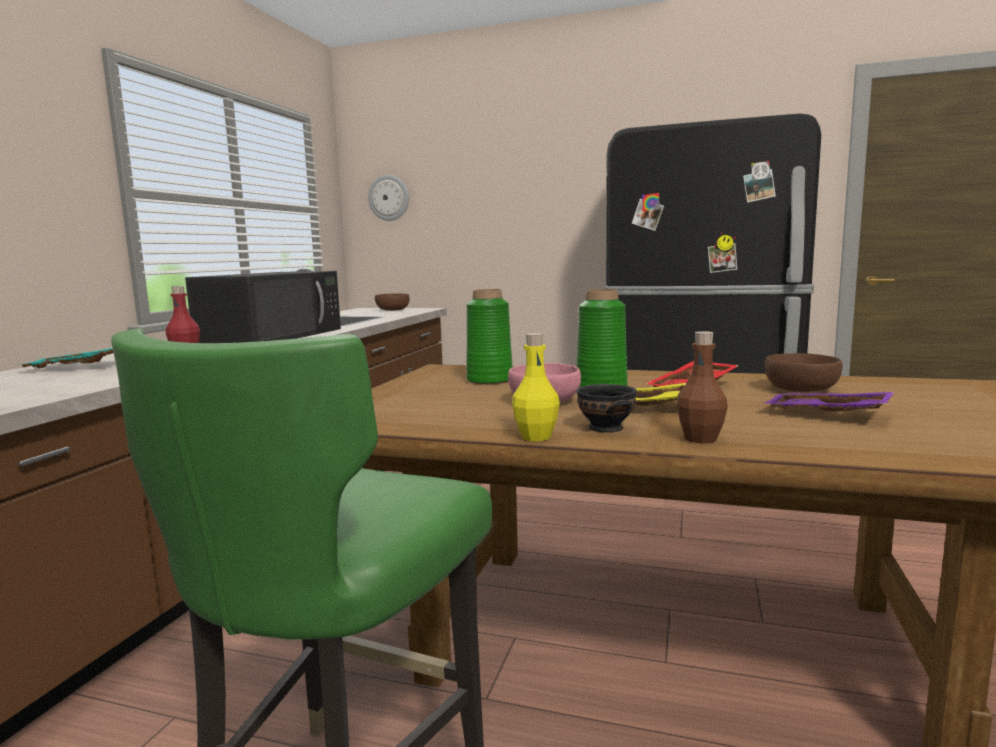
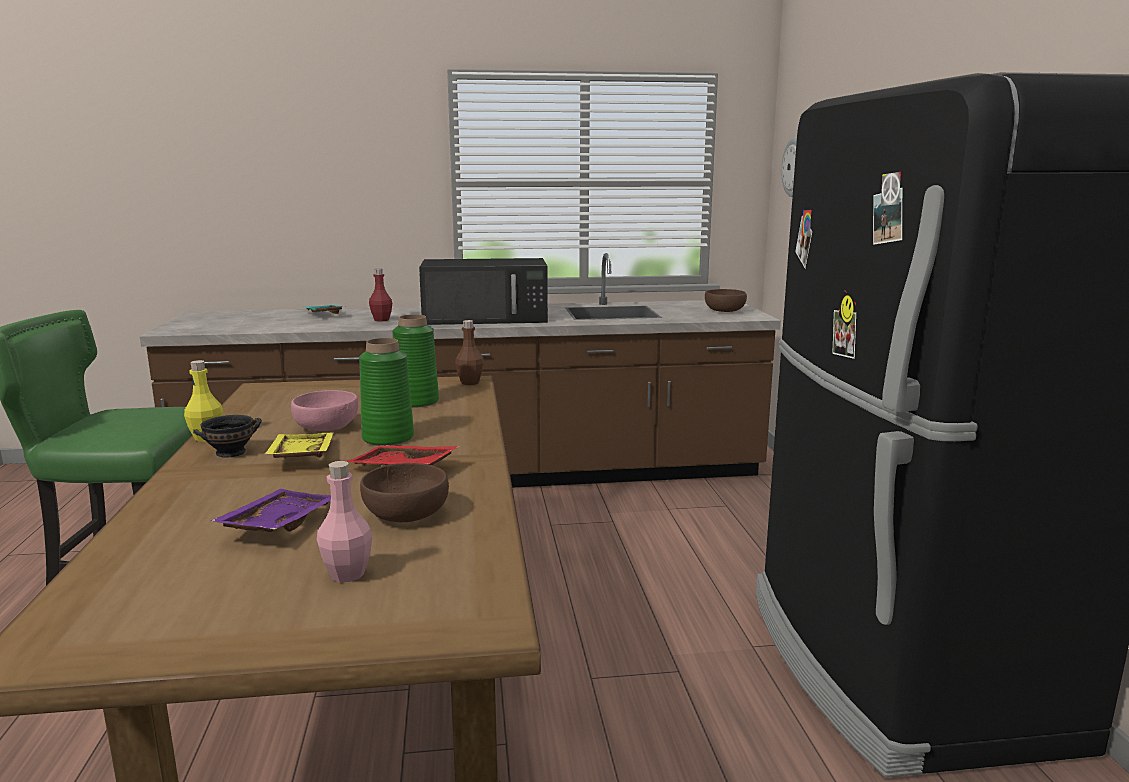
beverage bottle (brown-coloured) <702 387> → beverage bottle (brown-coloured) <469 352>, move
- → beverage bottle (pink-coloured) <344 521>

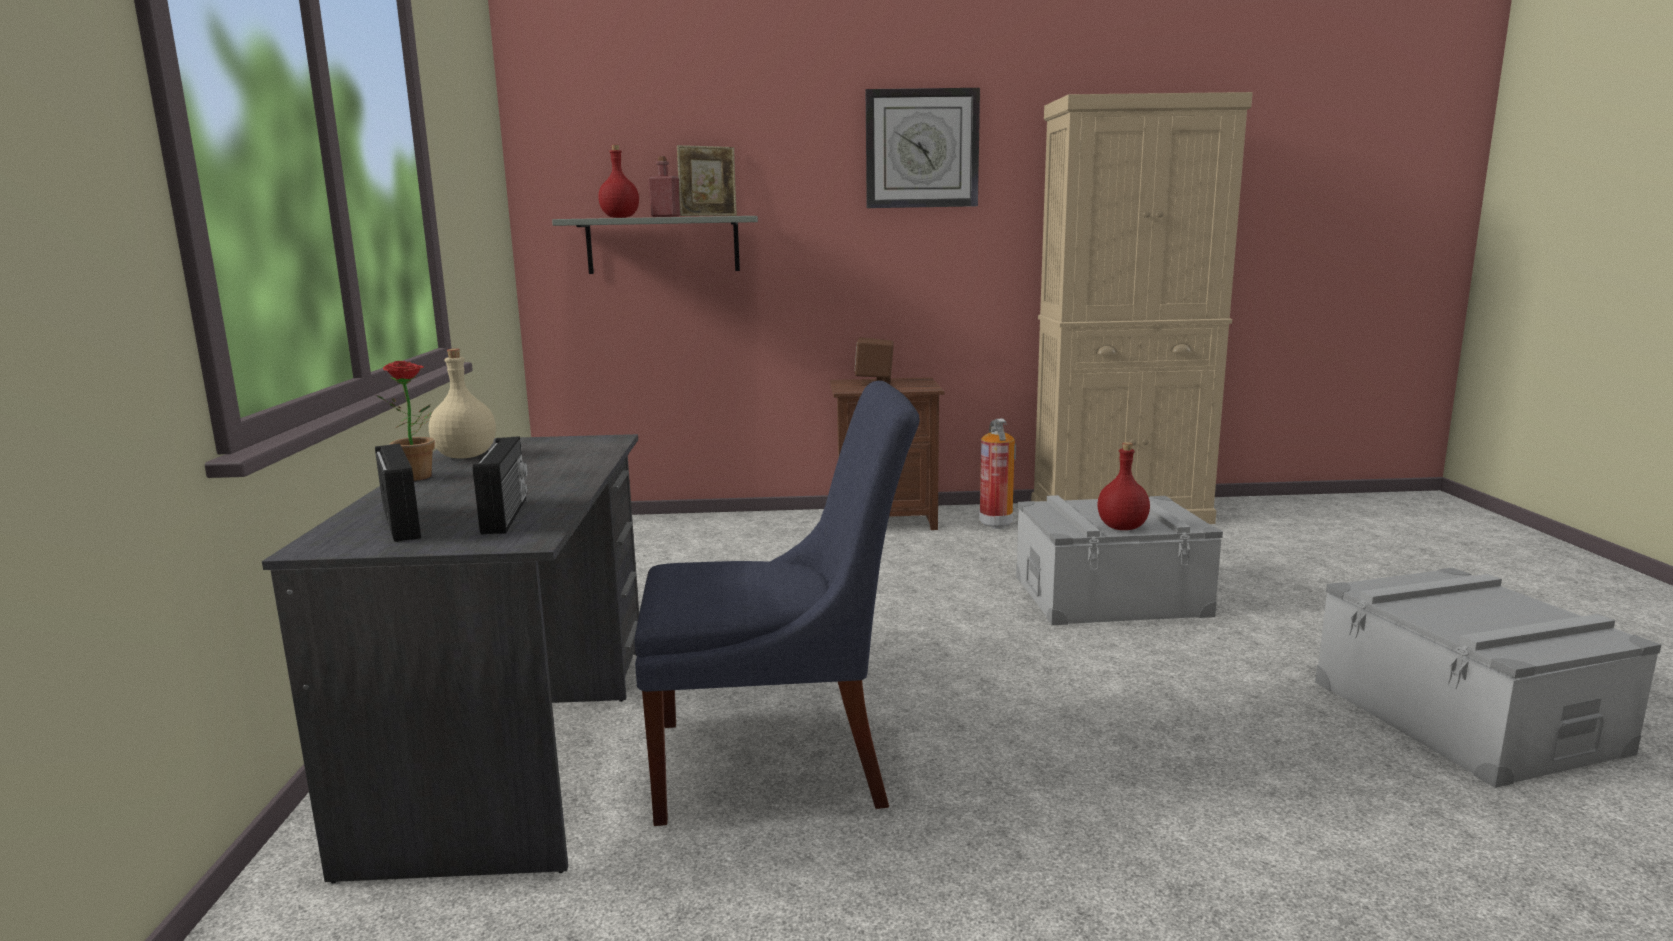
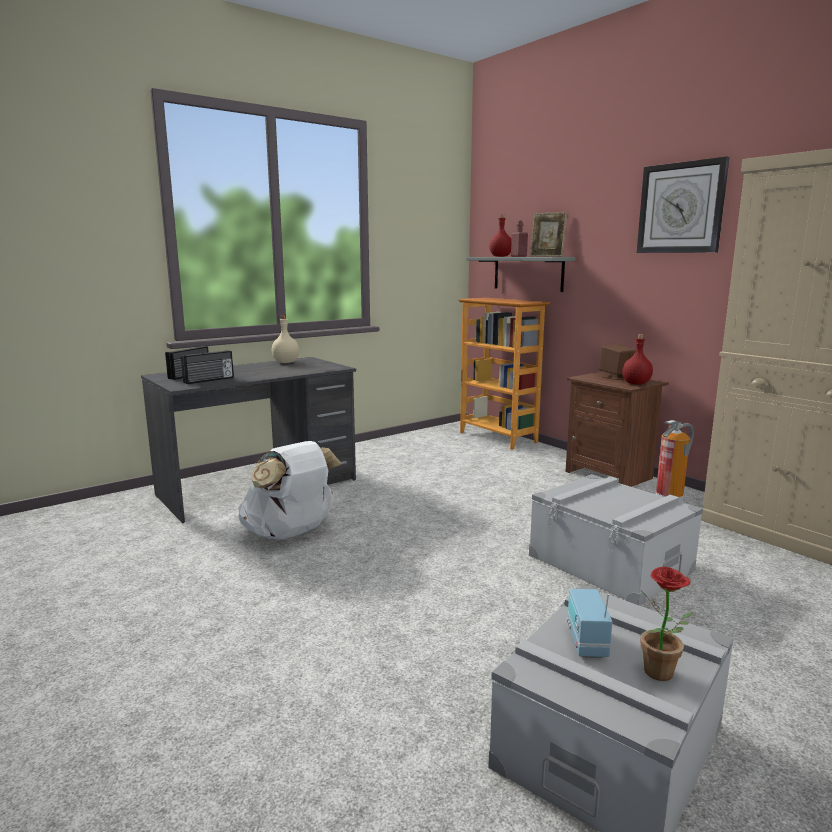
plant in a pot <405 421> → plant in a pot <666 624>, move
chair (blue) <777 603> → knapsack (whitish) <290 490>
beverage bottle (reddish) <1123 486> → beverage bottle (reddish) <637 359>, move
- → bookcase <504 374>
- → radio receiver <589 623>

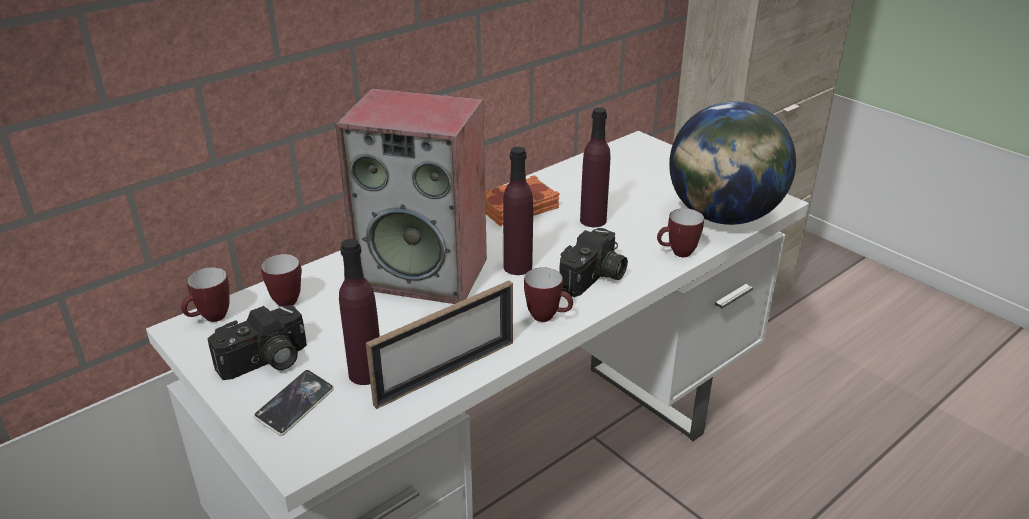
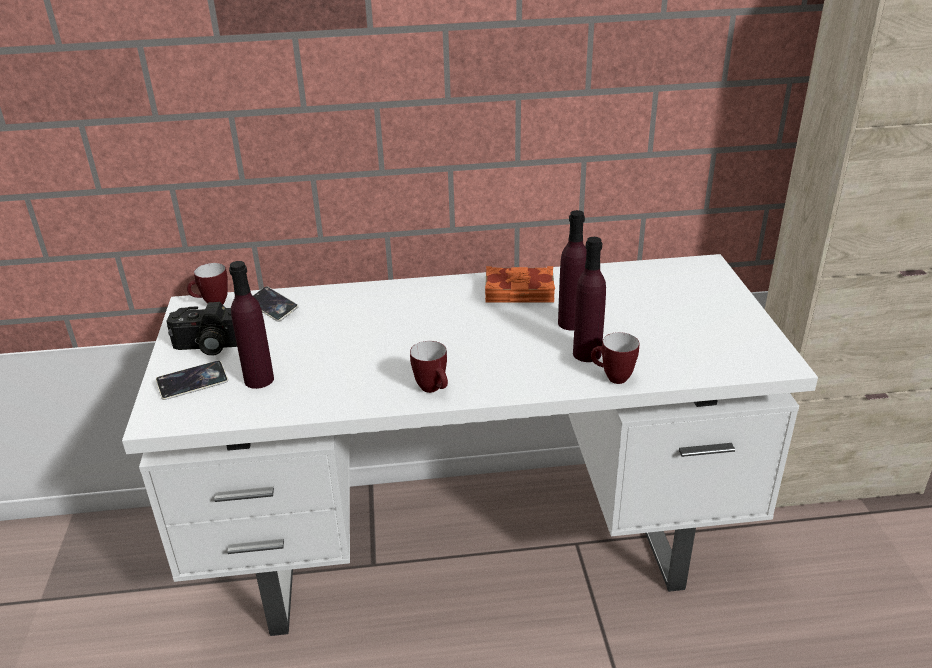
audio speaker <411 196> → -
world globe <732 163> → -
beverage bottle (purplish) <518 211> → beverage bottle (purplish) <589 299>, move
still camera <593 262> → -
mug <281 280> → phone <276 304>
photo frame <439 345> → -

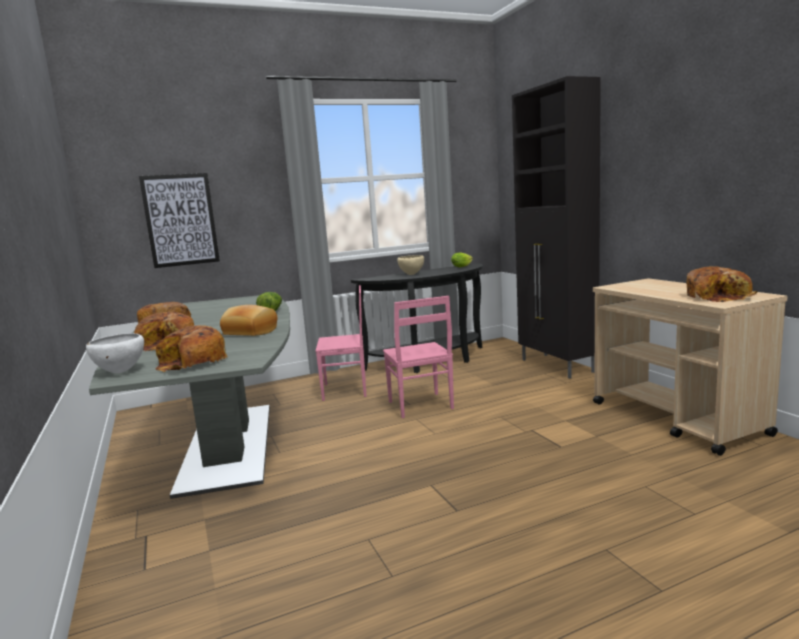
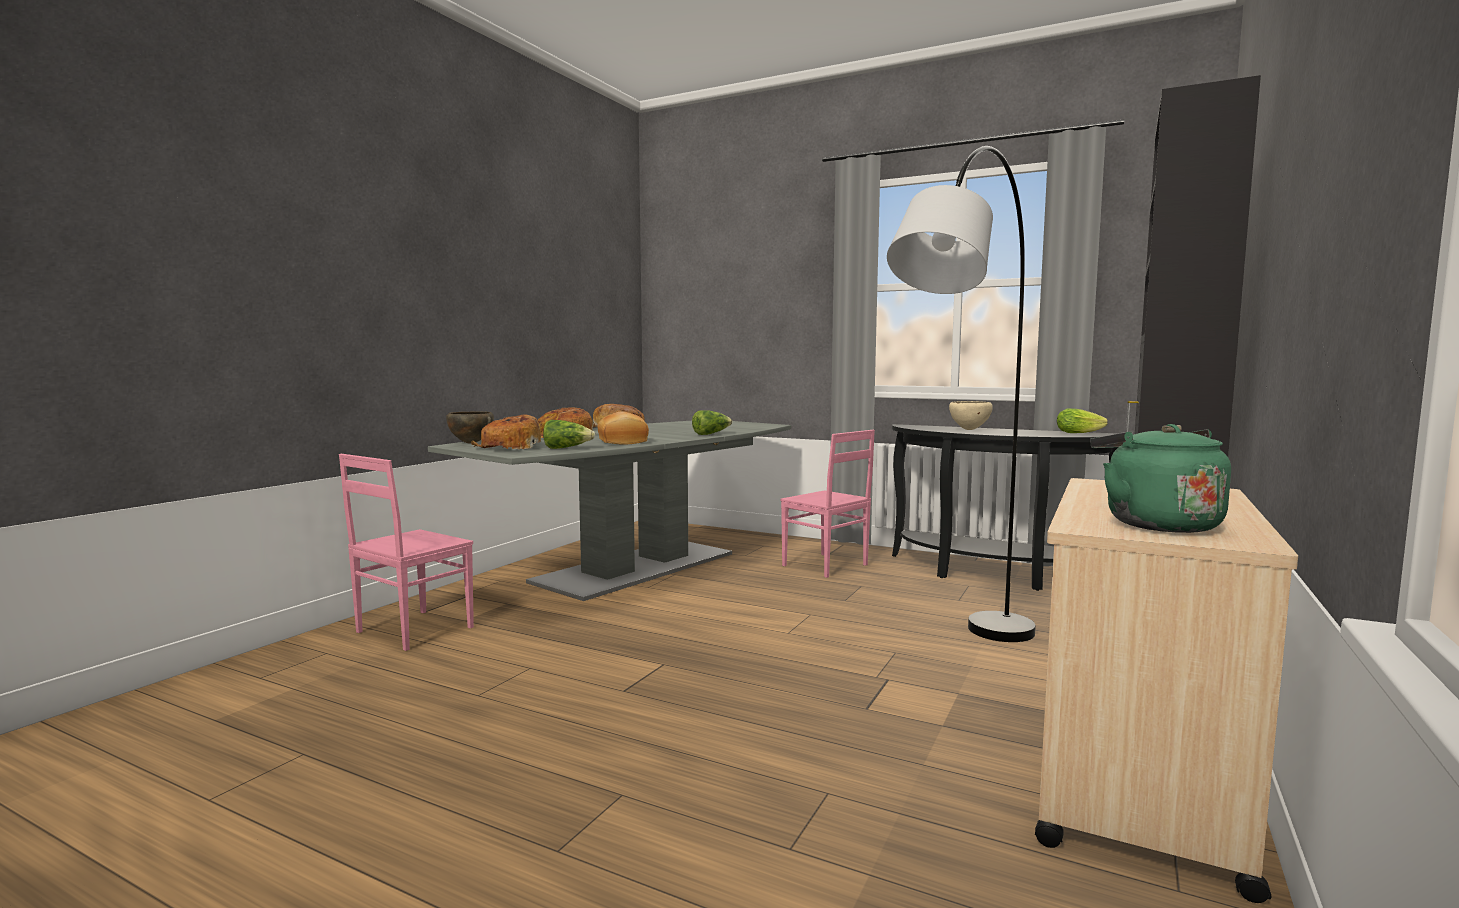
picture <179 220> → -
baked bread <721 284> → kettle (greenish) <1160 478>
chair (pink-coloured) <418 357> → chair (pink-coloured) <406 552>, move
serving bowl (whitish) <115 353> → serving bowl (brown-coloured) <470 427>
- → floor lamp (gray) <961 394>
- → lettuce <569 434>

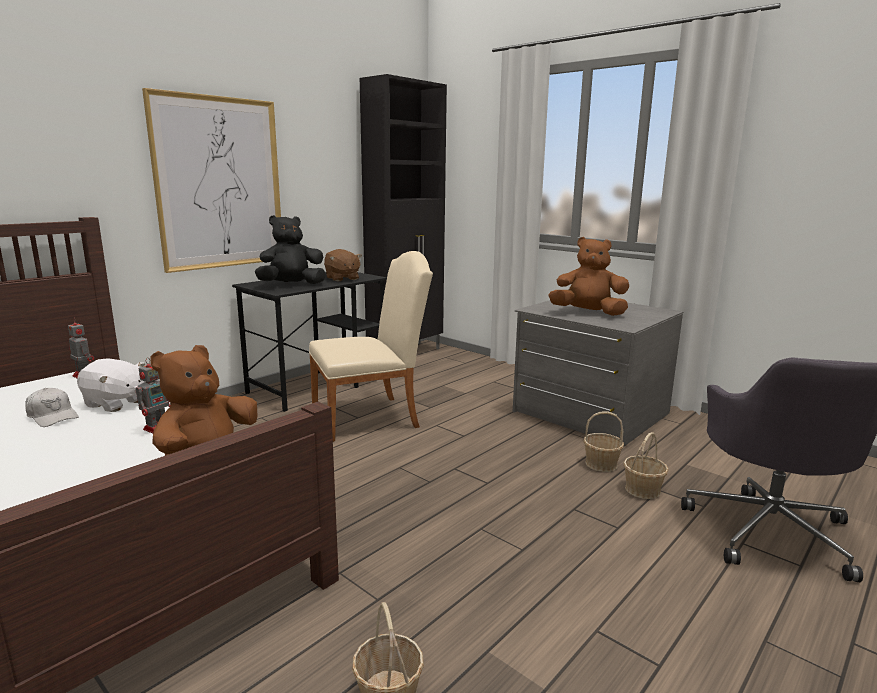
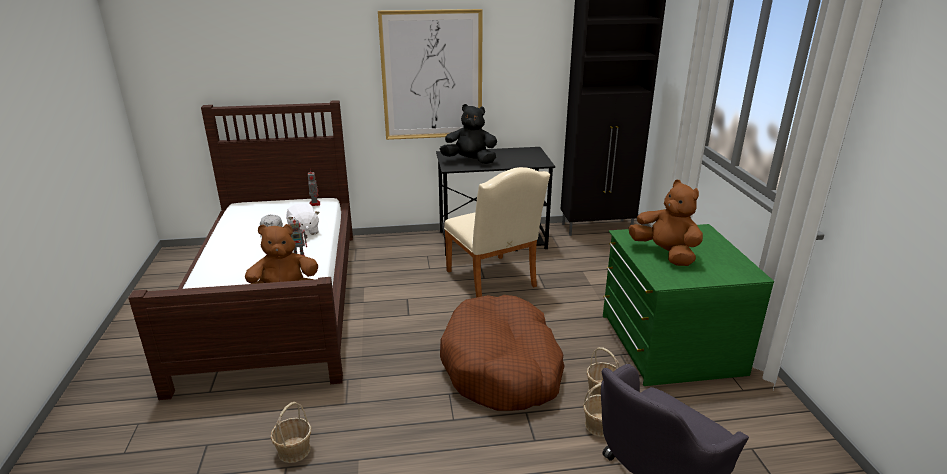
plush toy (brown-coloured) <343 265> → -
chair (beige-coloured) <371 346> → chair (beige-coloured) <497 232>, 45 degrees clockwise
chest of drawers (gray) <598 373> → chest of drawers (greenish) <688 305>
- → dog cushion (brown-coloured) <502 353>

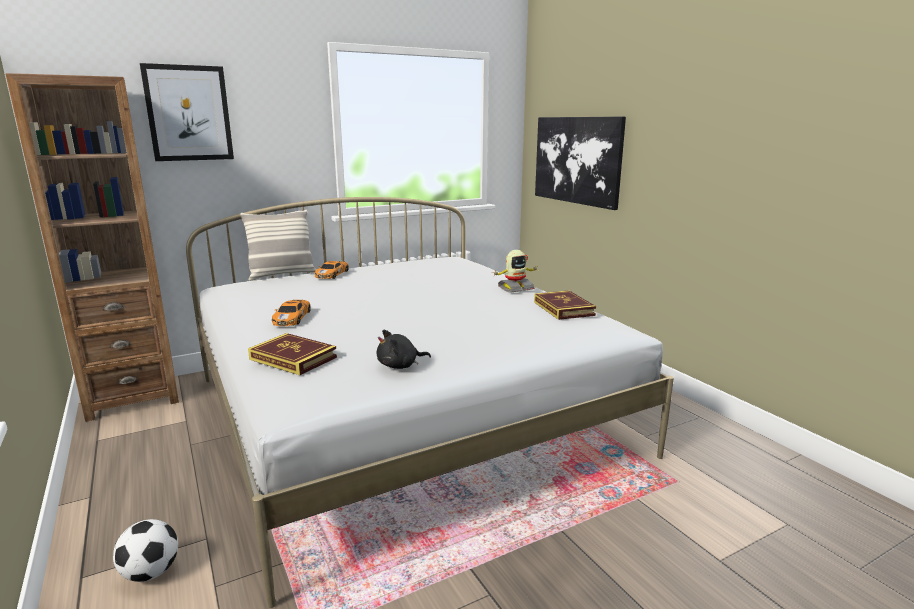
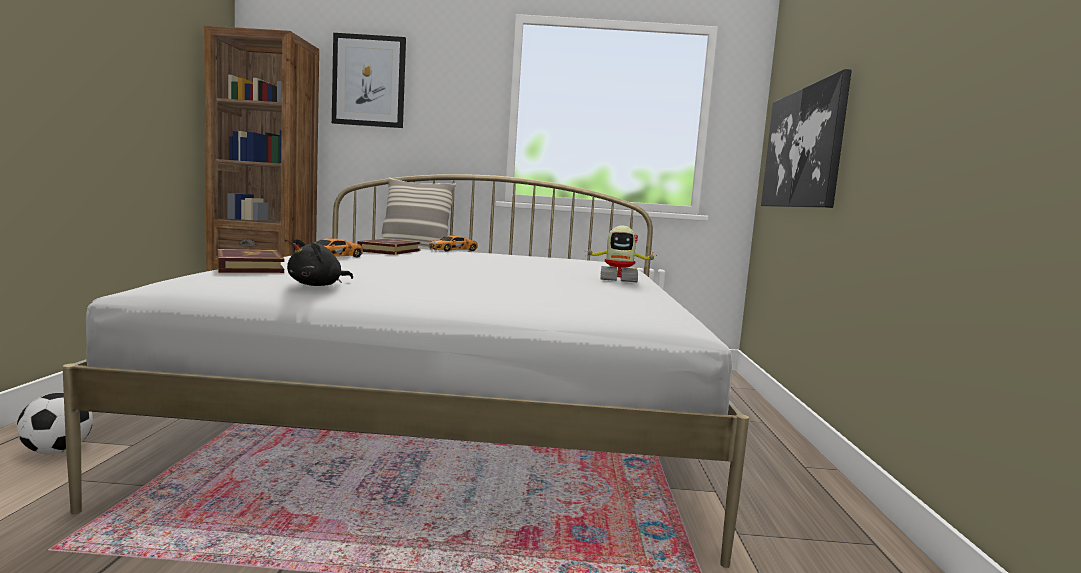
bound book <565 305> → bound book <389 247>, move
plush toy (black) <404 349> → plush toy (black) <320 262>, 60 degrees counterclockwise

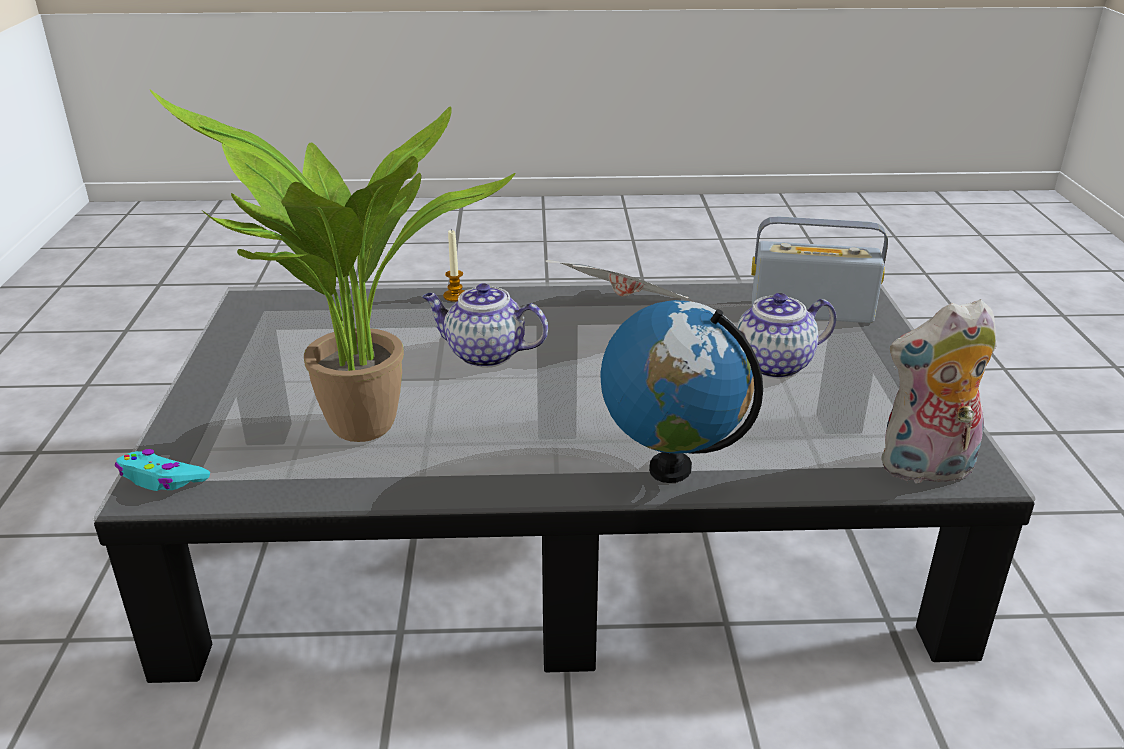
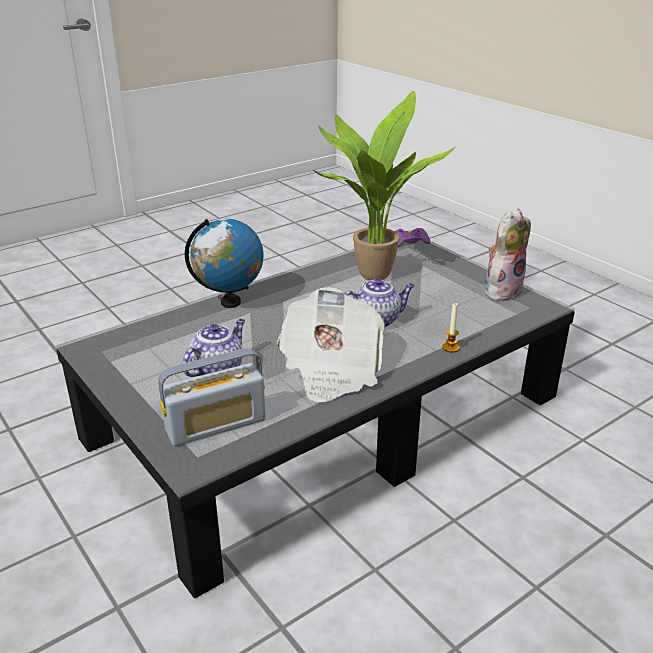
plush toy <939 393> → plush toy <508 255>, move
joypad (blue-green) <162 470> → joypad (purplish) <412 237>

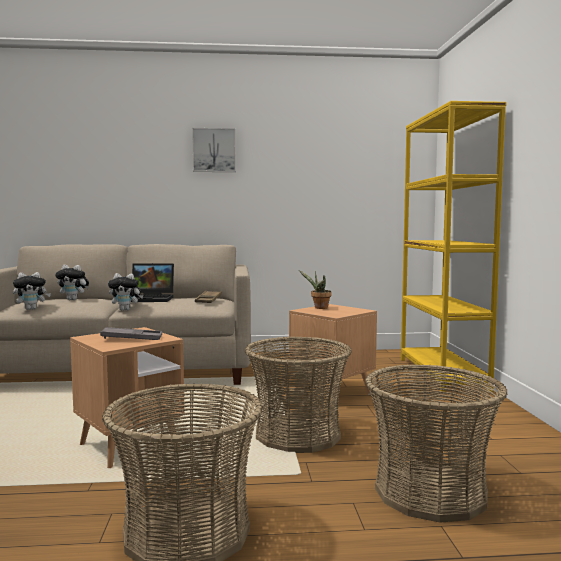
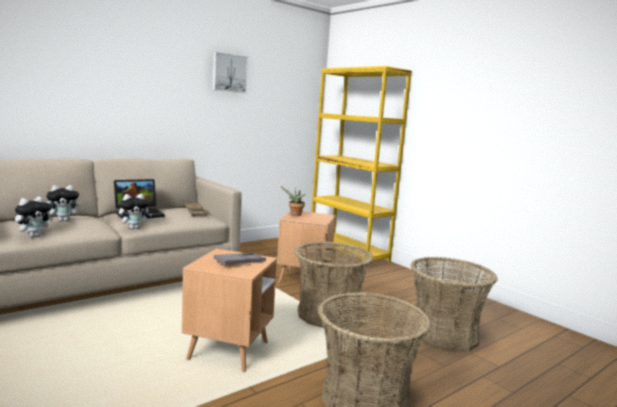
picture <214 150> → picture <230 72>, move

